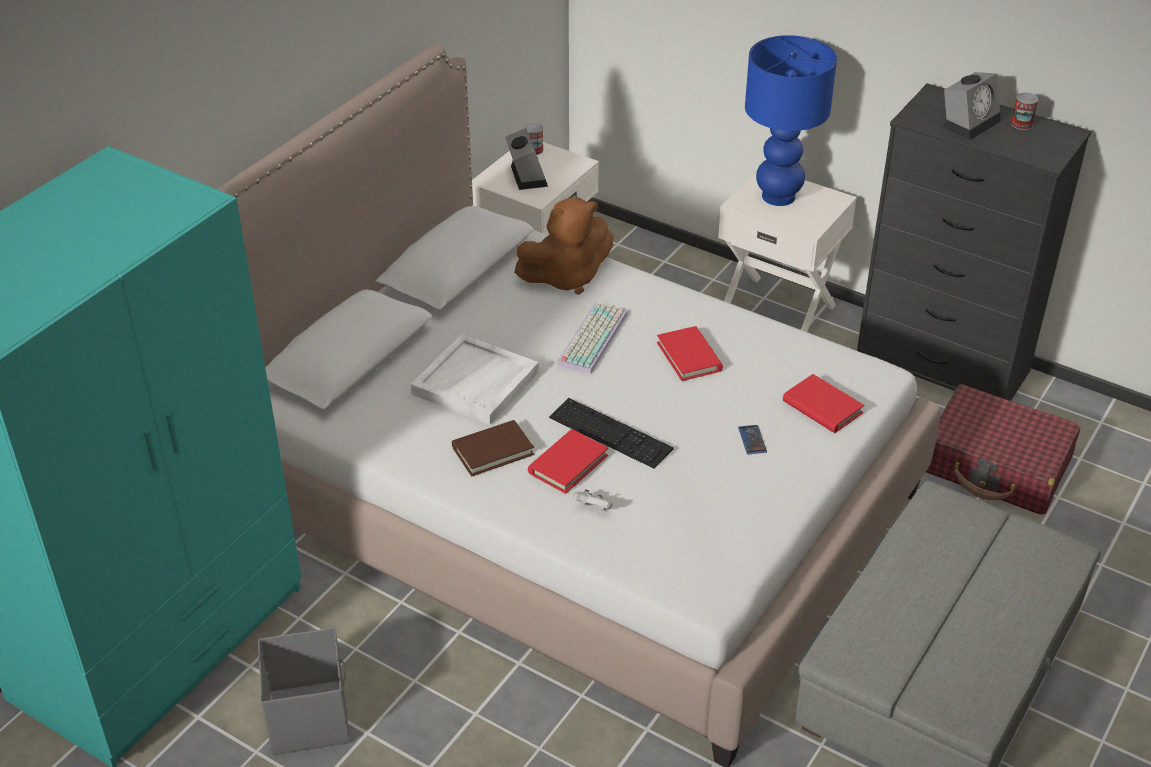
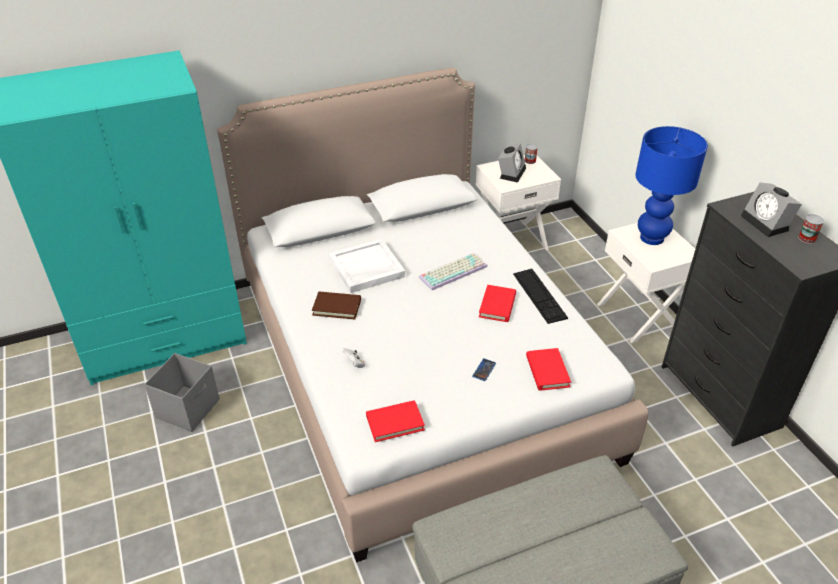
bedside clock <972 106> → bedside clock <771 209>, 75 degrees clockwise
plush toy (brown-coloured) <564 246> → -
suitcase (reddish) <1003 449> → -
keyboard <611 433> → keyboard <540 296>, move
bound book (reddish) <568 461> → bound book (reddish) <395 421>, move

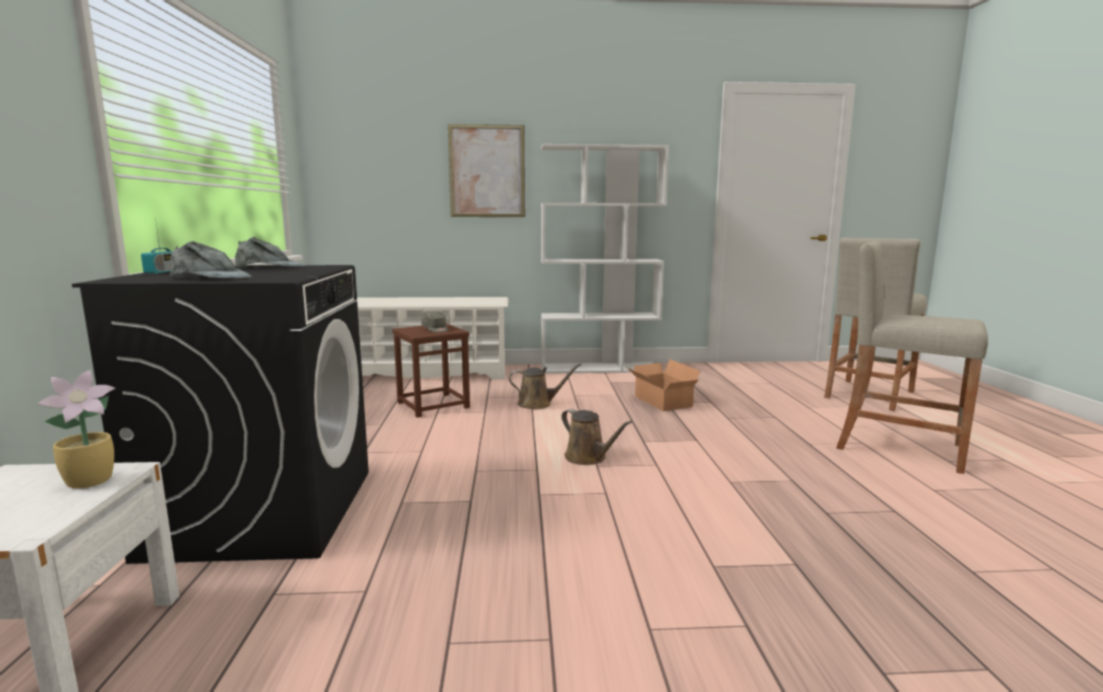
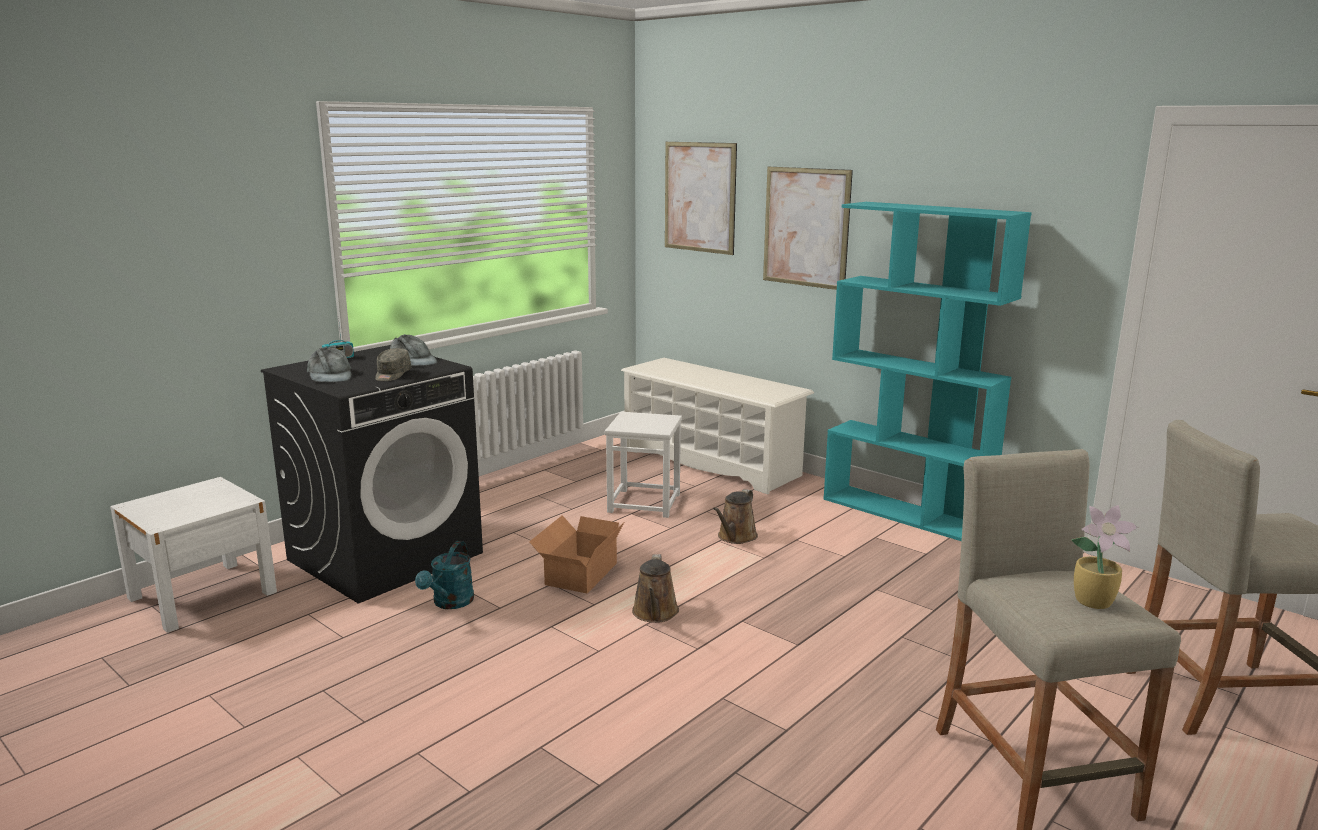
bookcase (whitish) <605 259> → bookcase (blue-green) <927 371>
baseball cap (gray) <434 322> → baseball cap (gray) <393 364>, move
stool seat (brown-coloured) <431 371> → stool seat (whitish) <643 465>
cardboard box <664 385> → cardboard box <576 554>, move
watering pot (brown-coloured) <545 386> → watering pot (brown-coloured) <735 516>, 75 degrees clockwise
plant in a pot <76 429> → plant in a pot <1104 557>, move
- → picture <701 198>
- → watering pot (blue-green) <444 575>

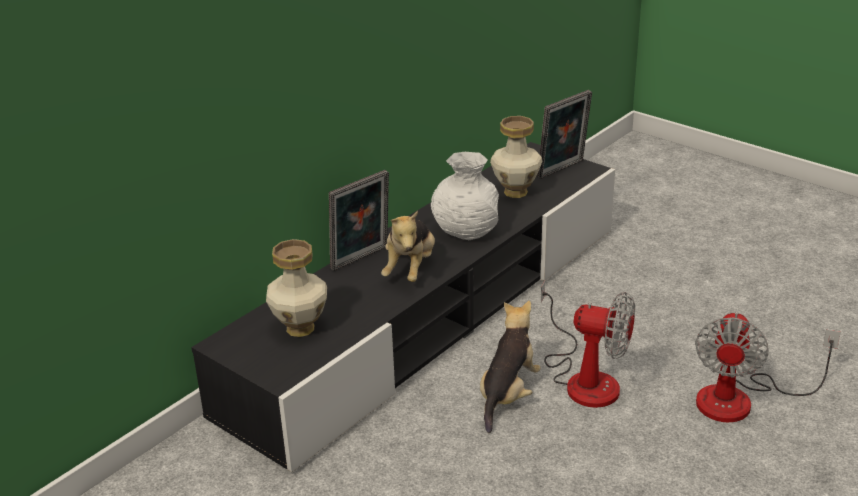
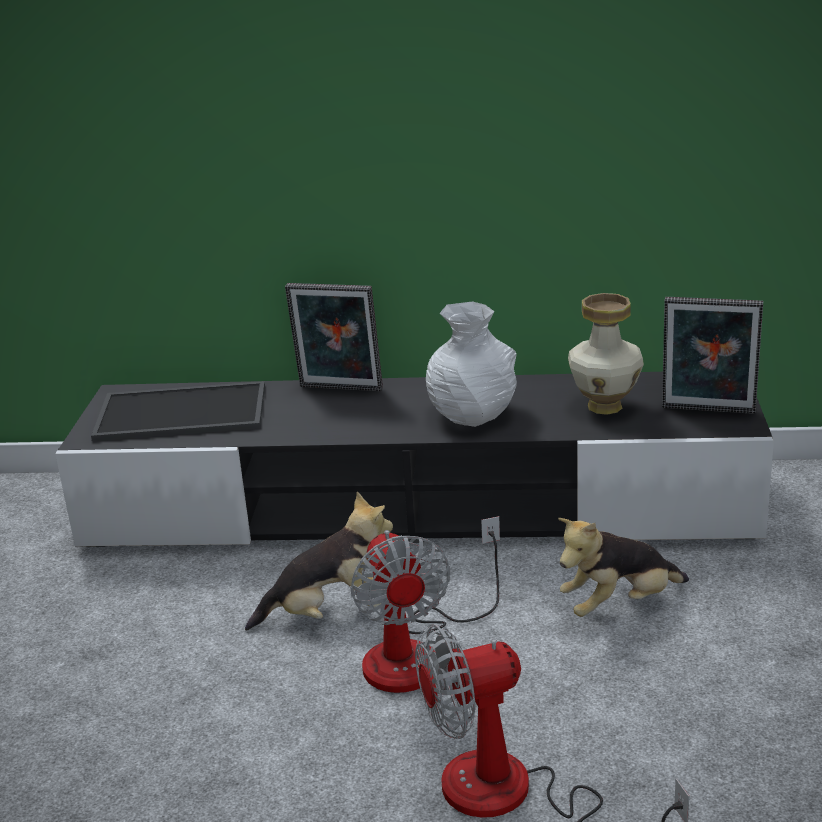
plush toy <408 246> → plush toy <623 567>, move
vase <296 288> → tray <178 411>

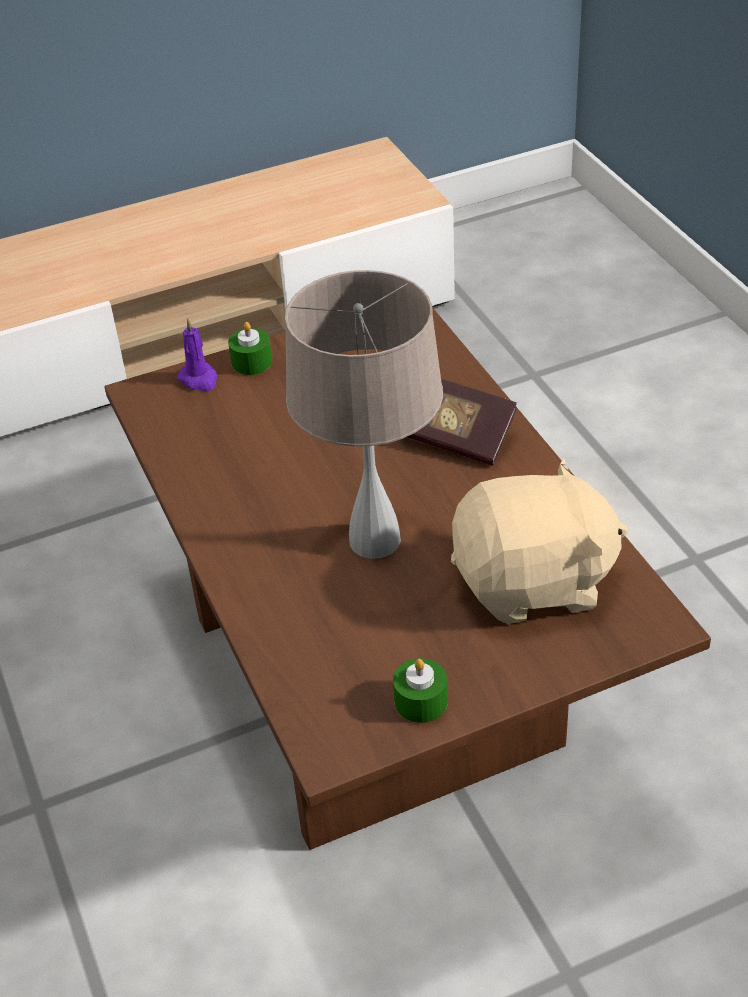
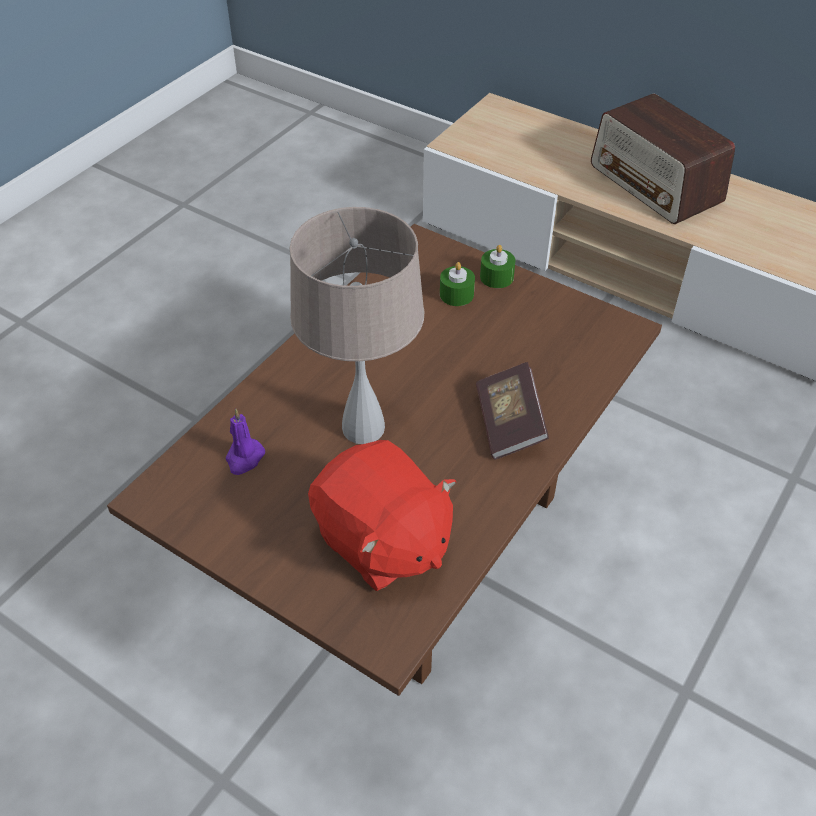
wax candle (purplish) <197 354> → wax candle (purplish) <245 442>, move
plush toy (beige-coloured) <539 541> → plush toy (reddish) <382 515>
wax candle (greenish) <420 690> → wax candle (greenish) <457 284>, move
- → radio receiver <663 158>

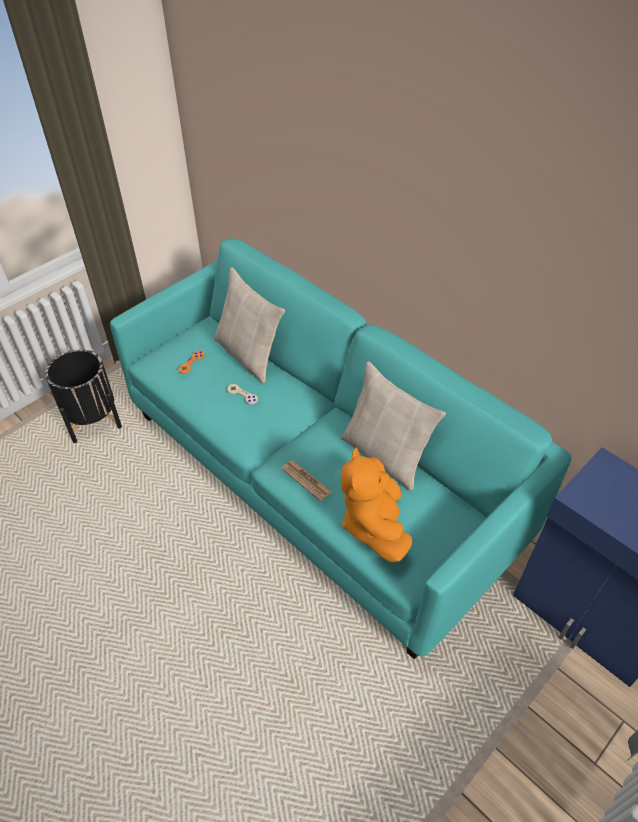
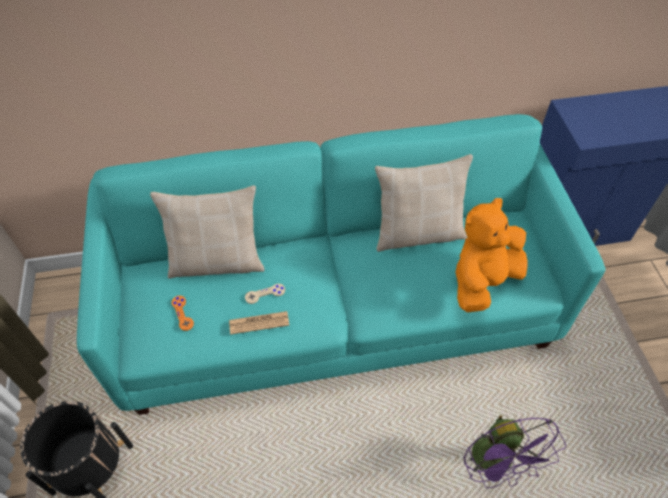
plush toy (orangey) <377 505> → plush toy (orangey) <492 255>, 105 degrees clockwise
printed paper <306 480> → printed paper <259 323>, move
- → cooling fan (purplish) <515 451>

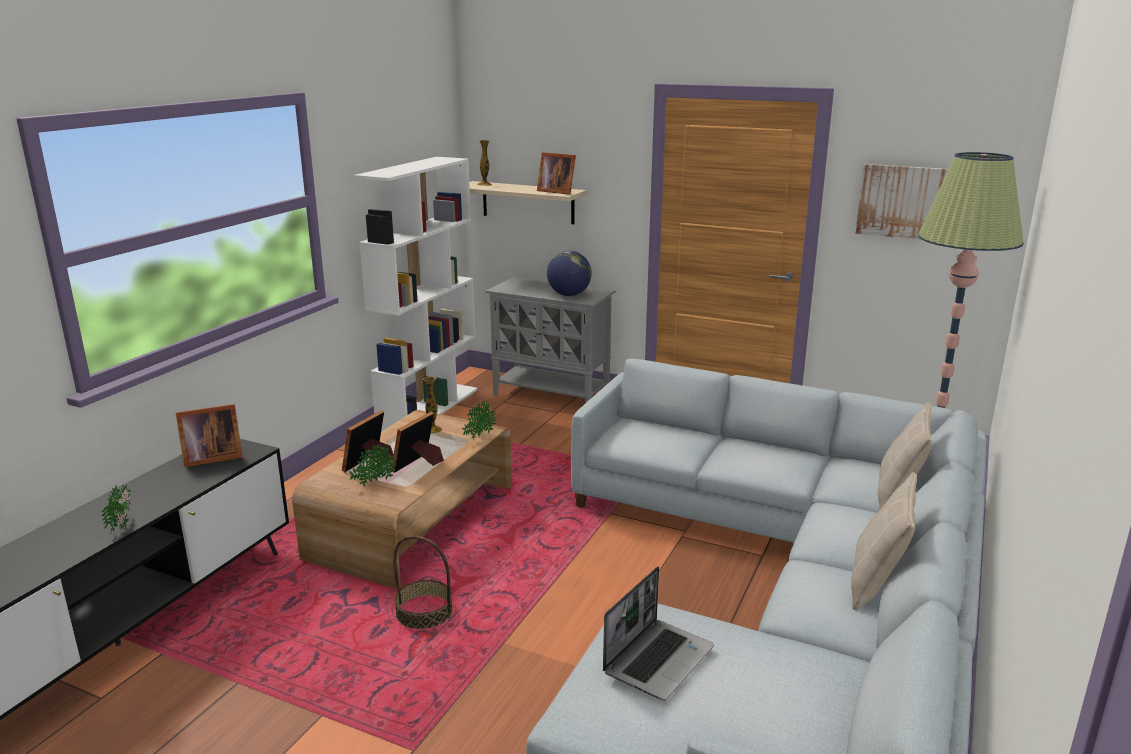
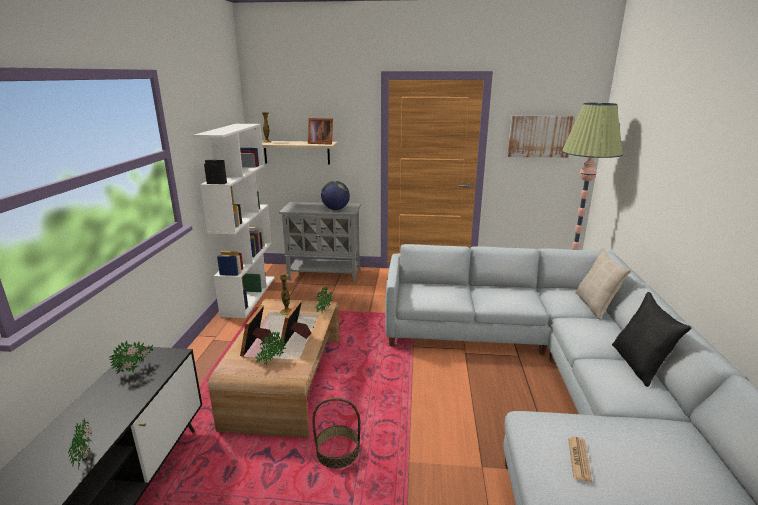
photo frame <209 435> → plant in a pot <131 357>
pillow (beige-coloured) <884 541> → pillow (black) <651 339>
portable computer <658 633> → printed paper <580 459>

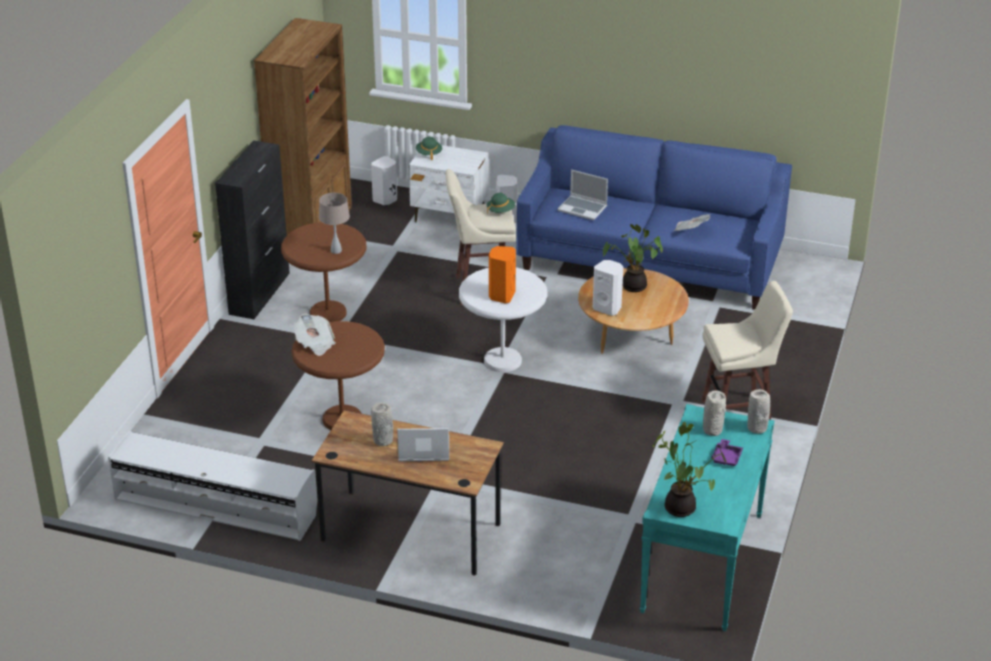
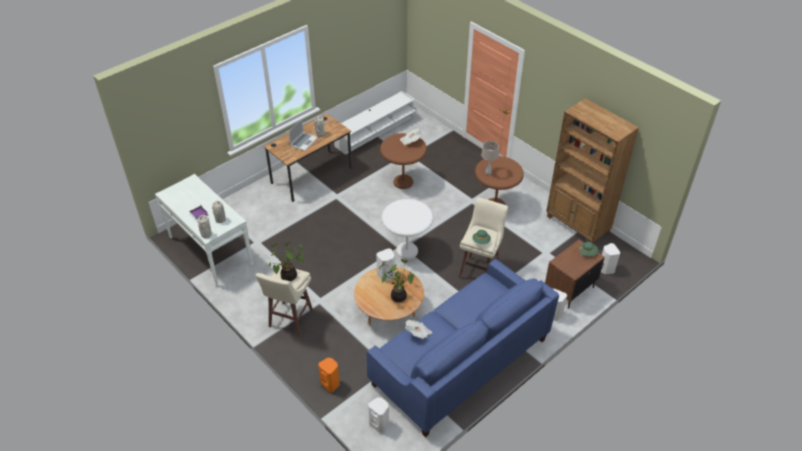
cabinet (black) <252 229> → -
night table (whitish) <449 184> → night table (brown-coloured) <575 274>
portable computer <582 194> → -
audio speaker (orangey) <502 275> → audio speaker (orangey) <329 375>, move
hall table (blue-green) <707 517> → hall table (whitish) <204 230>
plant in a pot <689 469> → plant in a pot <286 261>, move
- → audio speaker (whitish) <378 415>

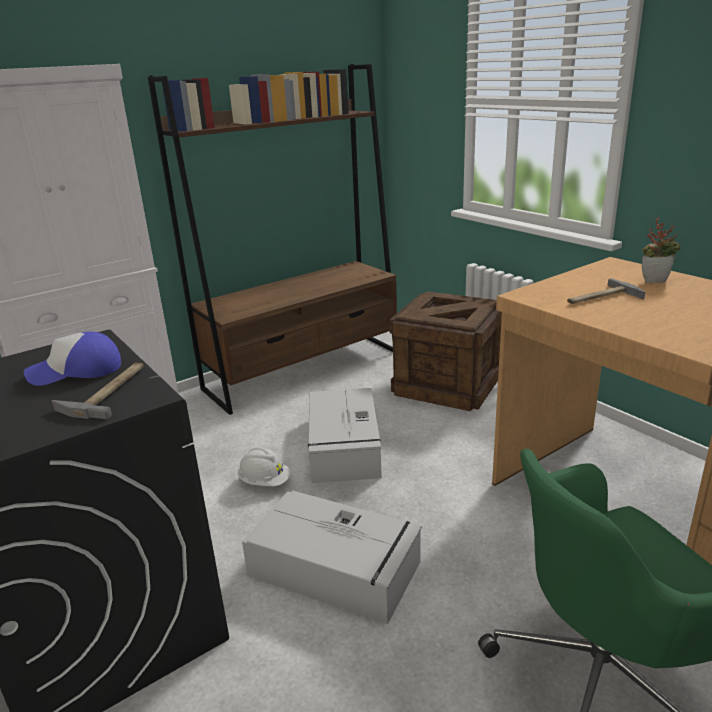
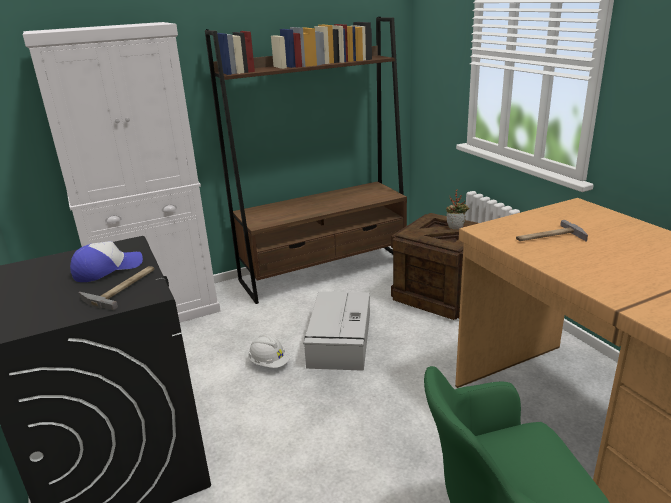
plant in a pot <661 250> → plant in a pot <457 209>, move
baseball cap <72 359> → baseball cap <106 261>, 150 degrees clockwise
storage bin (gray) <332 557> → -

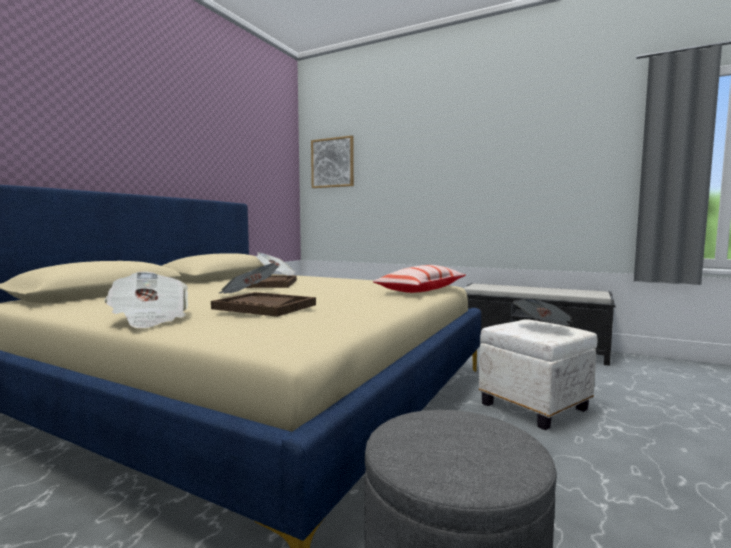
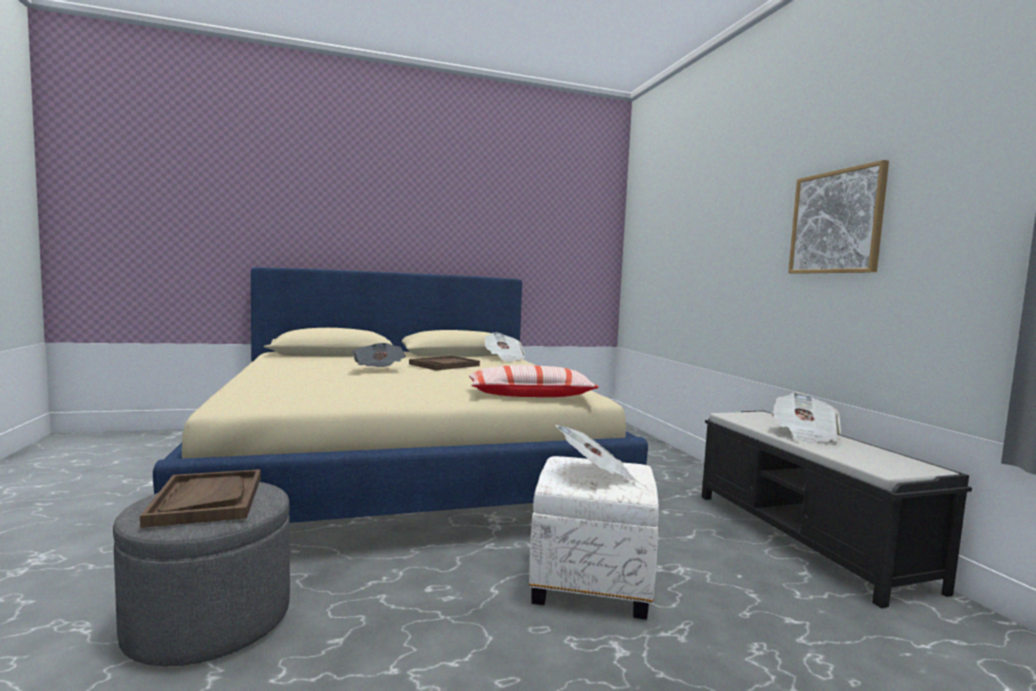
picture <332 161> → picture <838 217>, move
printed paper <146 300> → printed paper <806 418>, move
tray (brown-coloured) <263 304> → tray (brown-coloured) <200 498>, move

